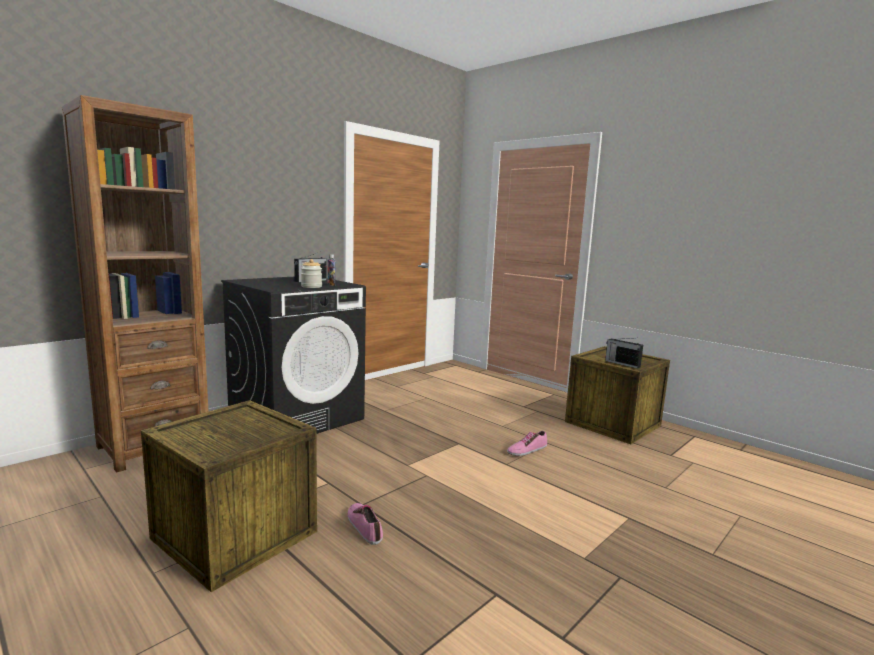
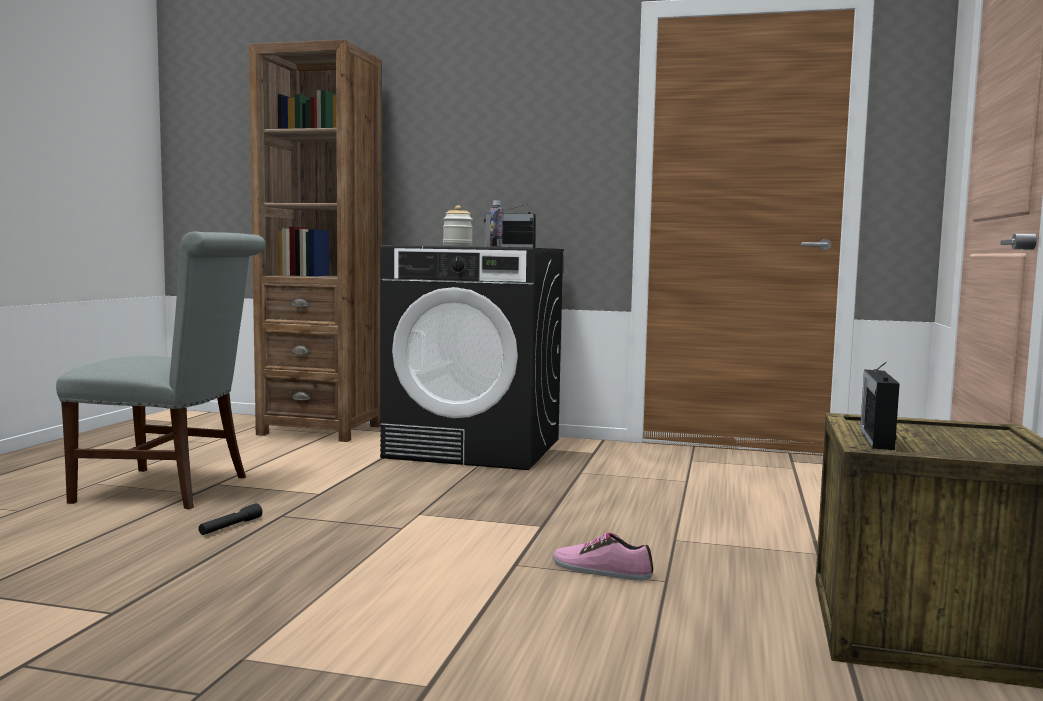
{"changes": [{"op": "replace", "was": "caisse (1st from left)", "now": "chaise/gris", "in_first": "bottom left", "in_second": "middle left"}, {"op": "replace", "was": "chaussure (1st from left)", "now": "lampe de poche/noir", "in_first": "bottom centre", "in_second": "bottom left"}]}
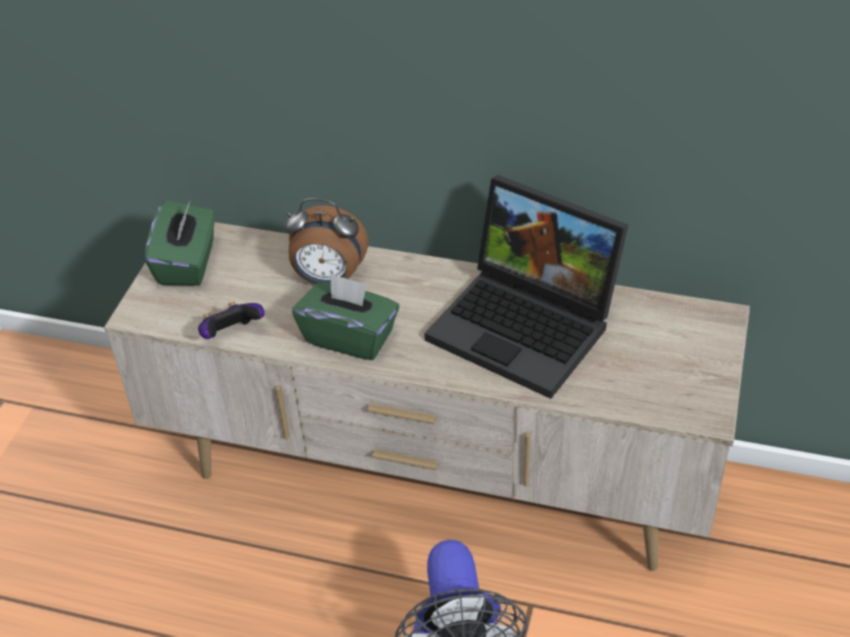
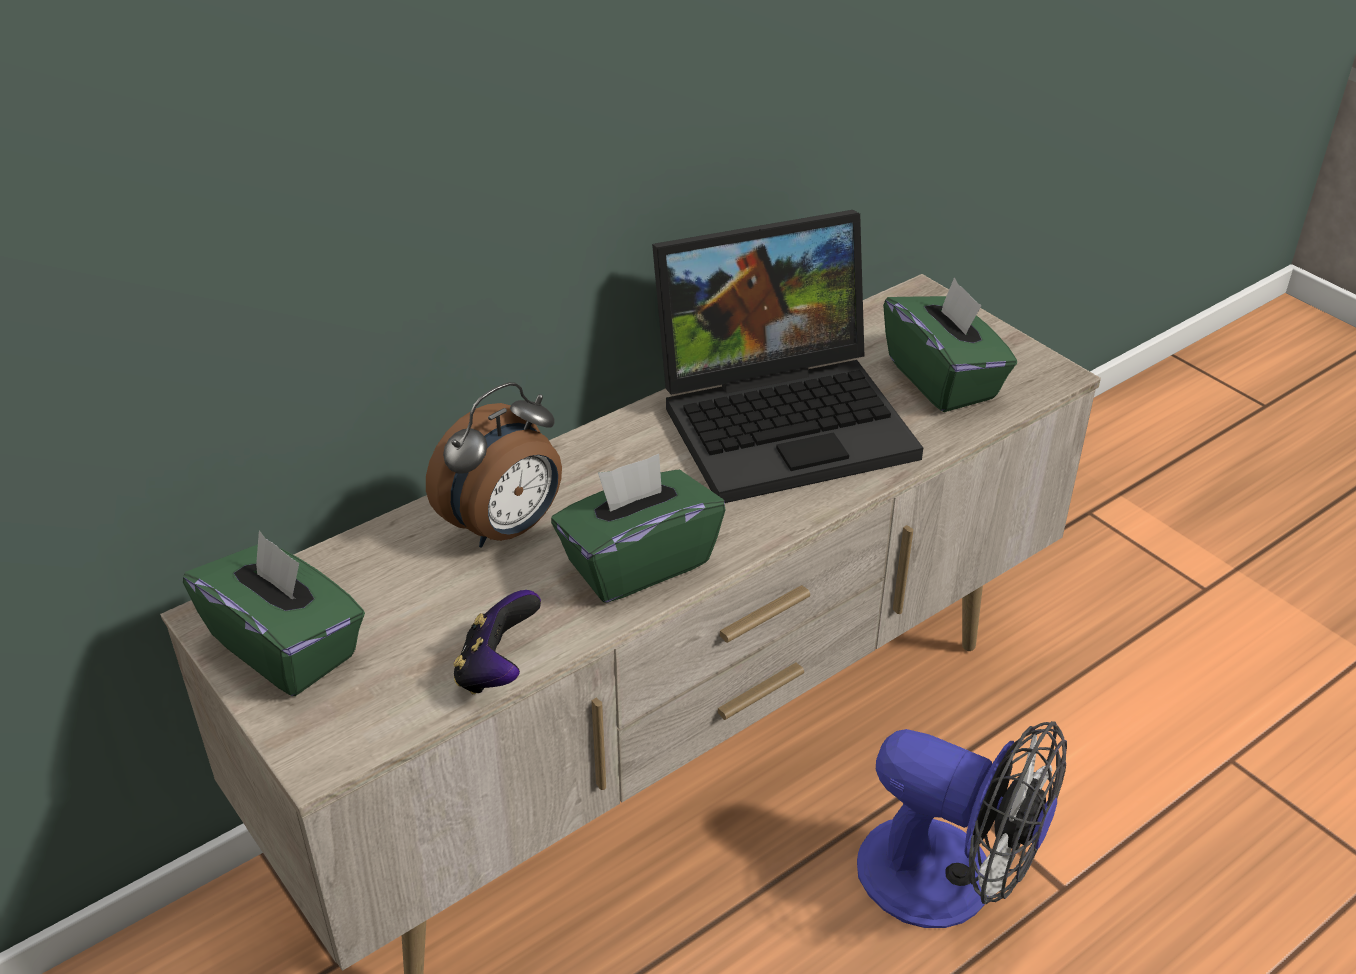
{"changes": [{"op": "insert", "now": "boîte à mouchoirs/vert (3rd from left)", "in_second": "middle right"}]}
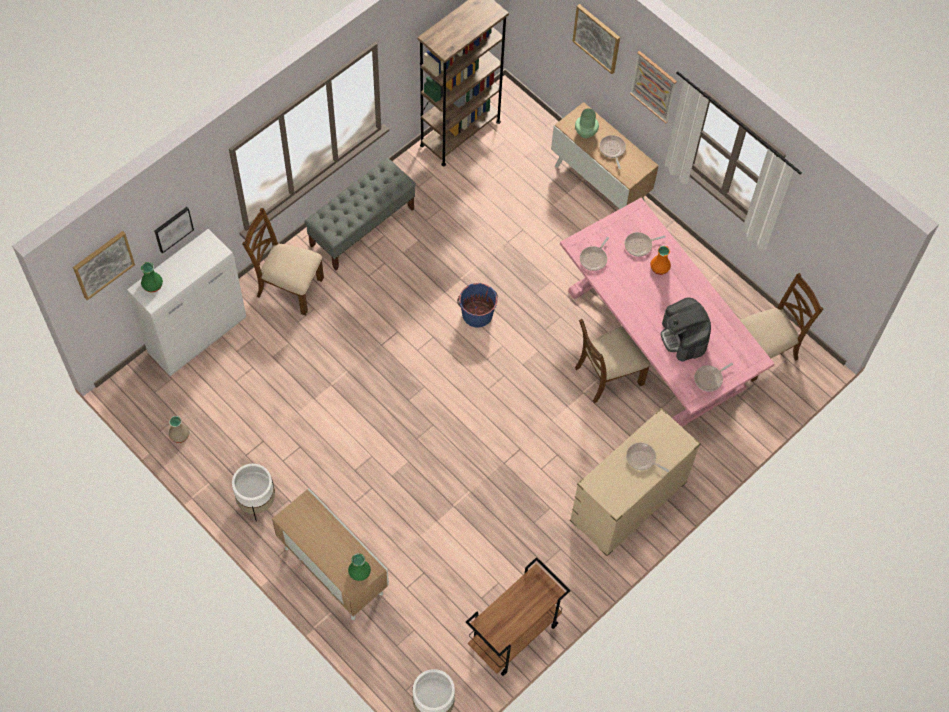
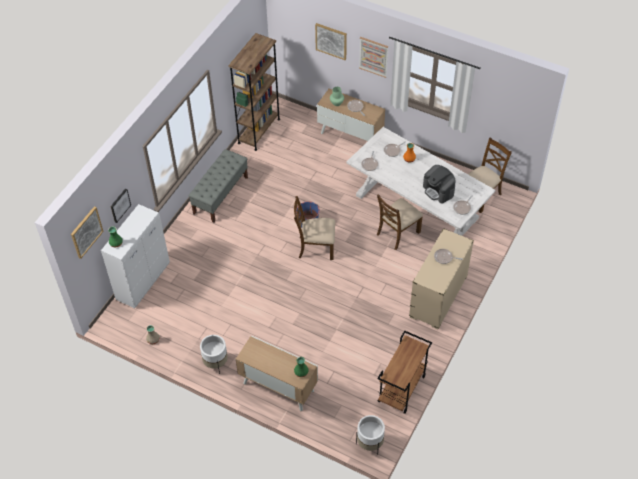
{"changes": [{"op": "move", "was": "chaise/marron (1st from left)", "in_first": "middle left", "in_second": "centre"}, {"op": "recolor", "was": "table à manger/rose", "now": "table à manger/blanc", "in_first": "middle right", "in_second": "centre"}]}
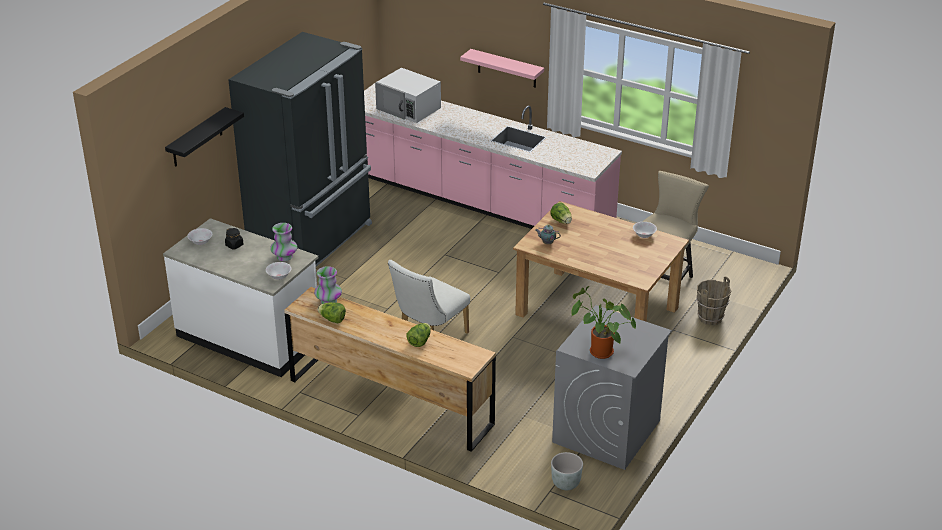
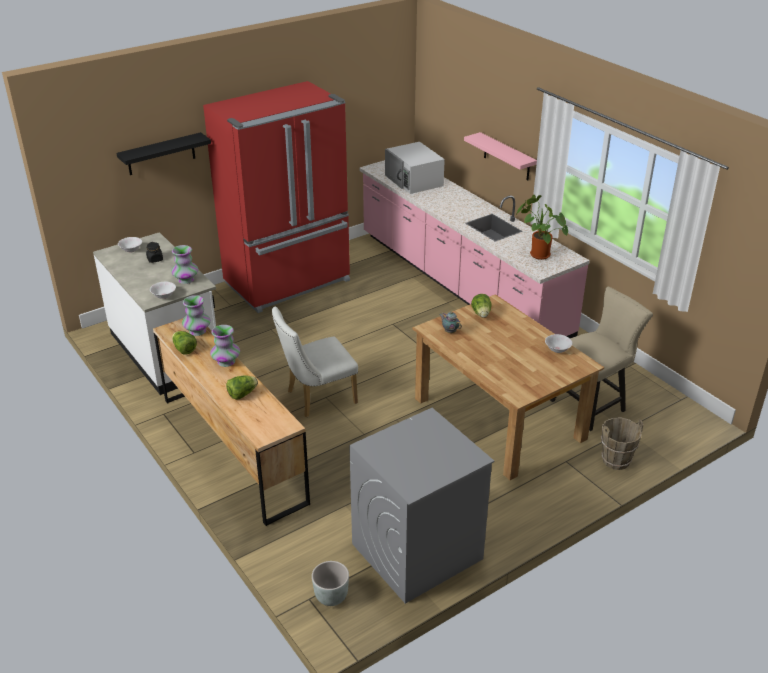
{"changes": [{"op": "insert", "now": "vase (3rd from left)", "in_second": "middle left"}, {"op": "move", "was": "plante en pot", "in_first": "centre", "in_second": "middle right"}, {"op": "recolor", "was": "réfrigérateur/noir", "now": "réfrigérateur/rouge", "in_first": "top left", "in_second": "top centre"}]}
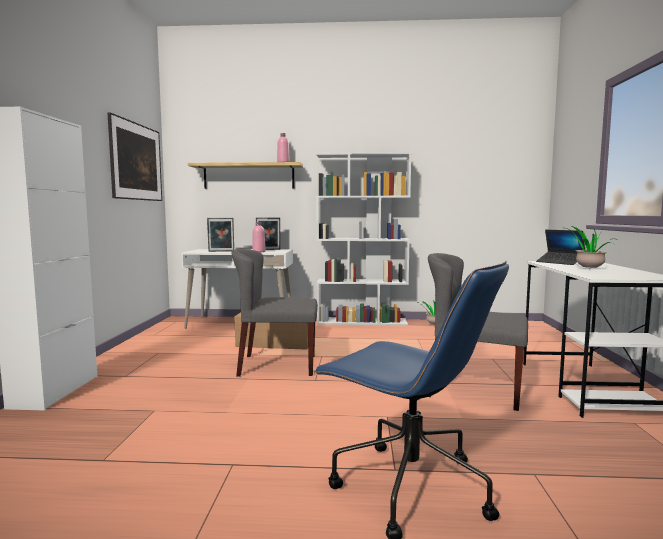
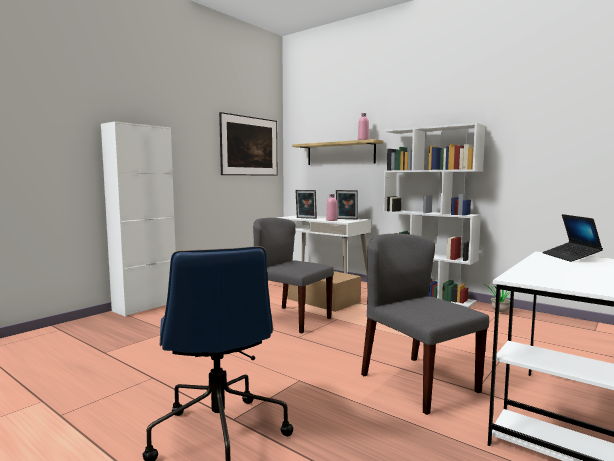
{"changes": [{"op": "delete", "was": "plante en pot (2nd from left)", "in_first": "middle right"}]}
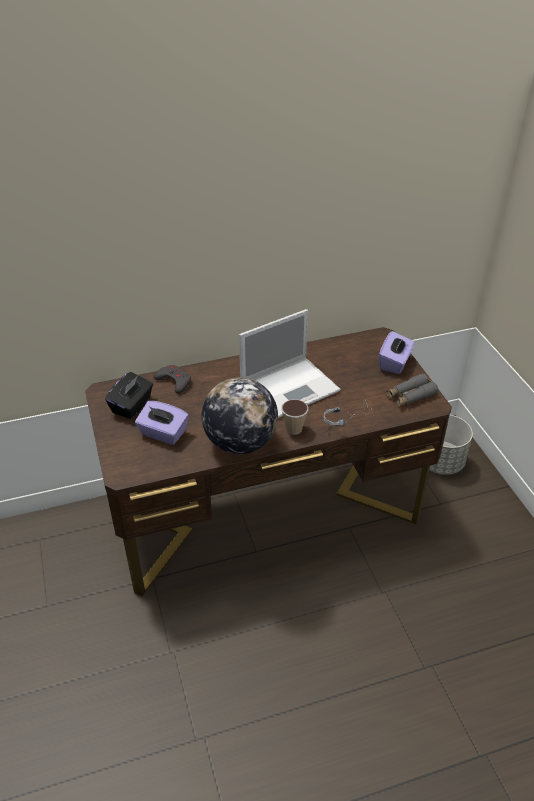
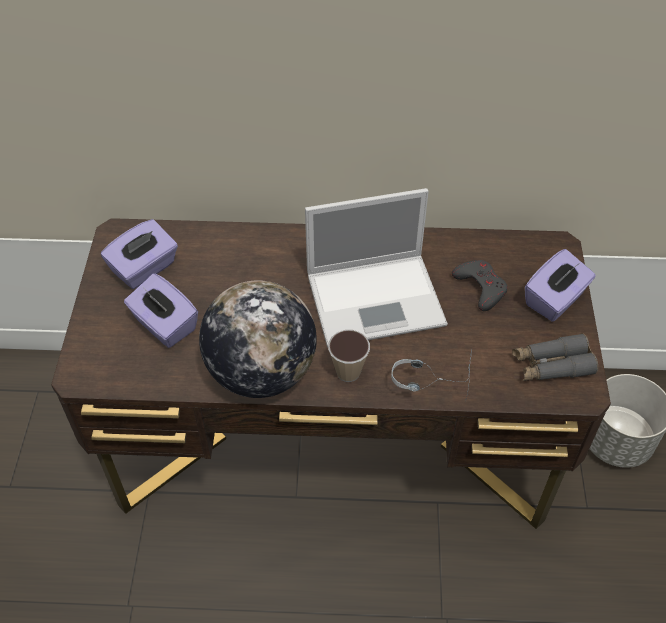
{"changes": [{"op": "move", "was": "manette/gris", "in_first": "middle left", "in_second": "middle right"}, {"op": "recolor", "was": "boîte à mouchoirs/noir", "now": "boîte à mouchoirs/violet (1st from left)", "in_first": "middle left", "in_second": "middle left"}]}
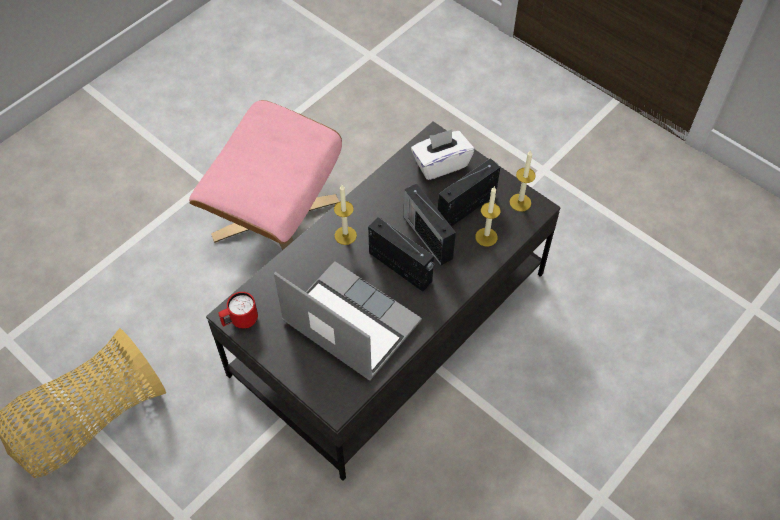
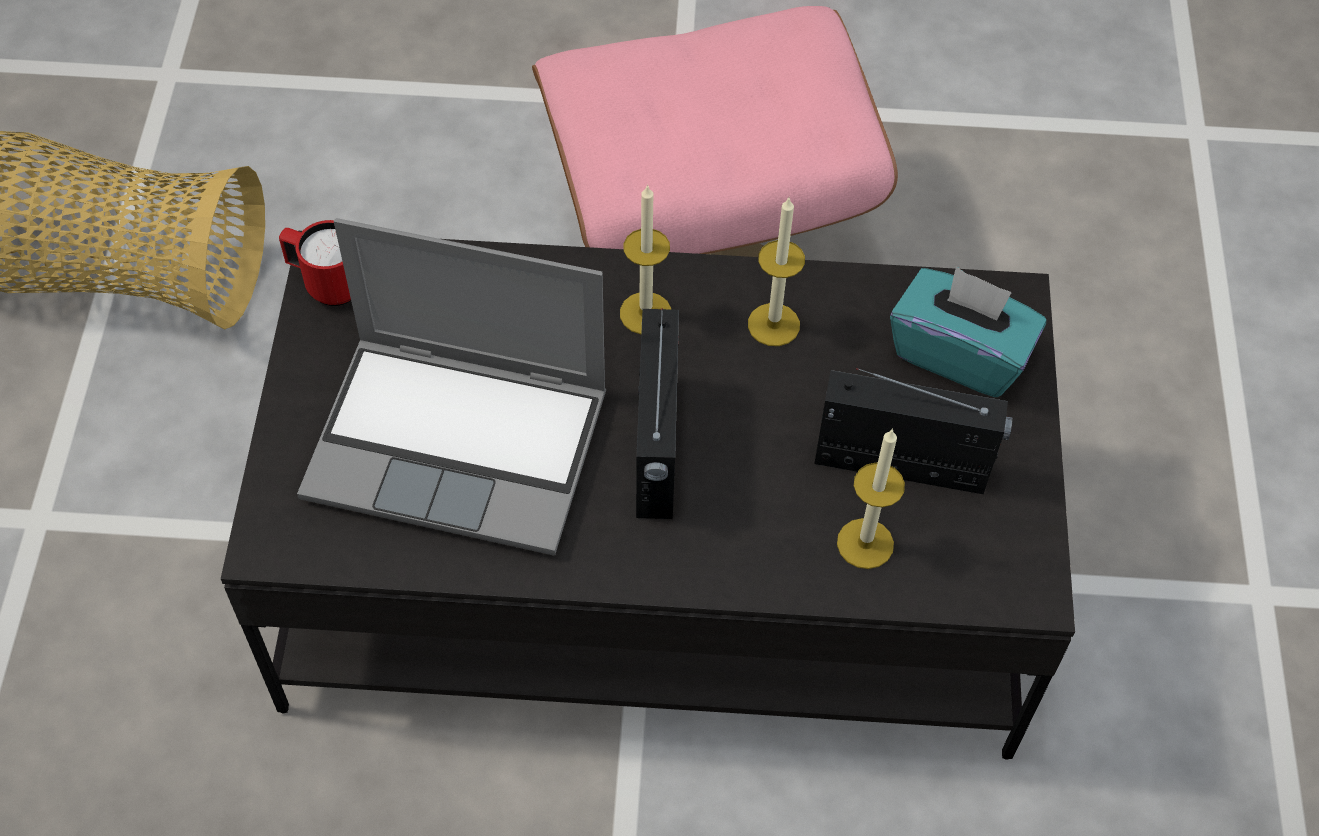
{"changes": [{"op": "delete", "was": "radio (2nd from left)", "in_first": "centre"}, {"op": "move", "was": "bougie (3rd from left in the first image)", "now": "bougie (2nd from left)", "in_first": "middle right", "in_second": "top centre"}, {"op": "recolor", "was": "boîte à mouchoirs/blanc", "now": "boîte à mouchoirs/turquoise", "in_first": "top centre", "in_second": "middle right"}, {"op": "rotate", "was": "ordinateur portable", "in_first": "centre", "in_second": "centre", "clockwise": 105}]}
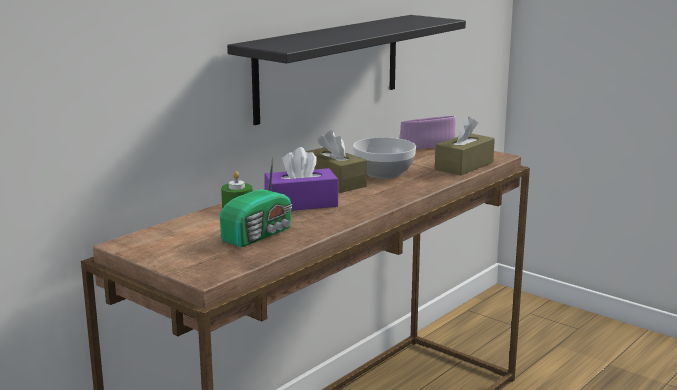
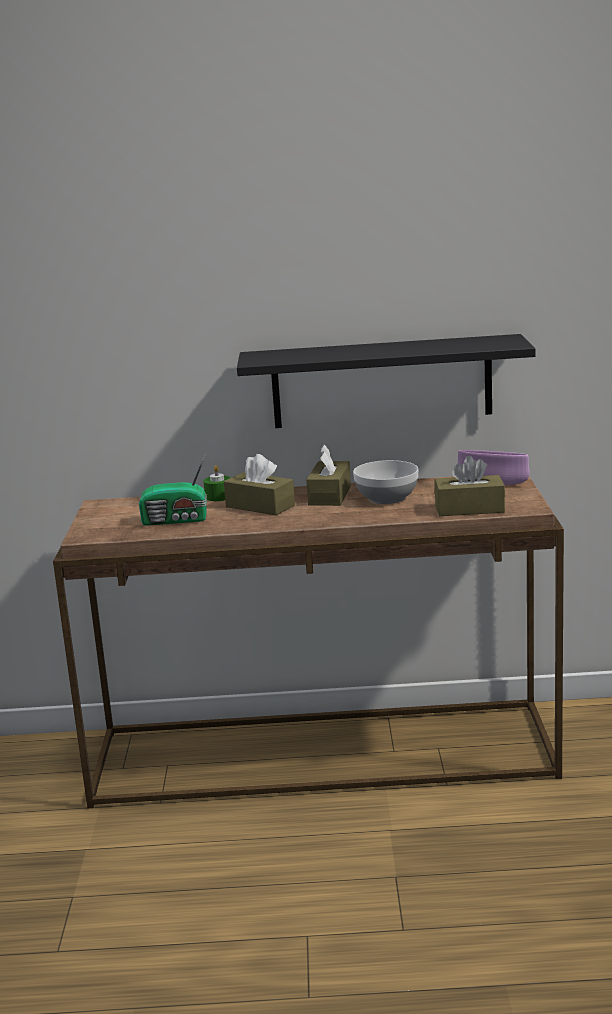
{"changes": [{"op": "recolor", "was": "boîte à mouchoirs/violet", "now": "boîte à mouchoirs/marron (1st from left)", "in_first": "centre", "in_second": "centre"}]}
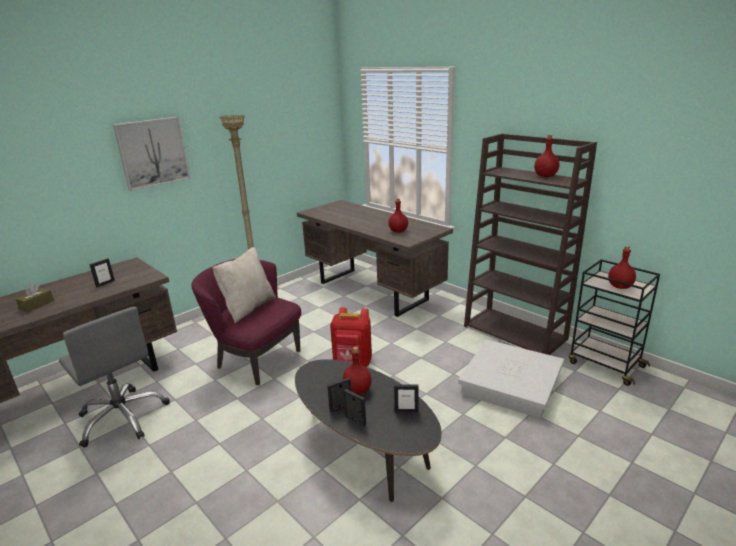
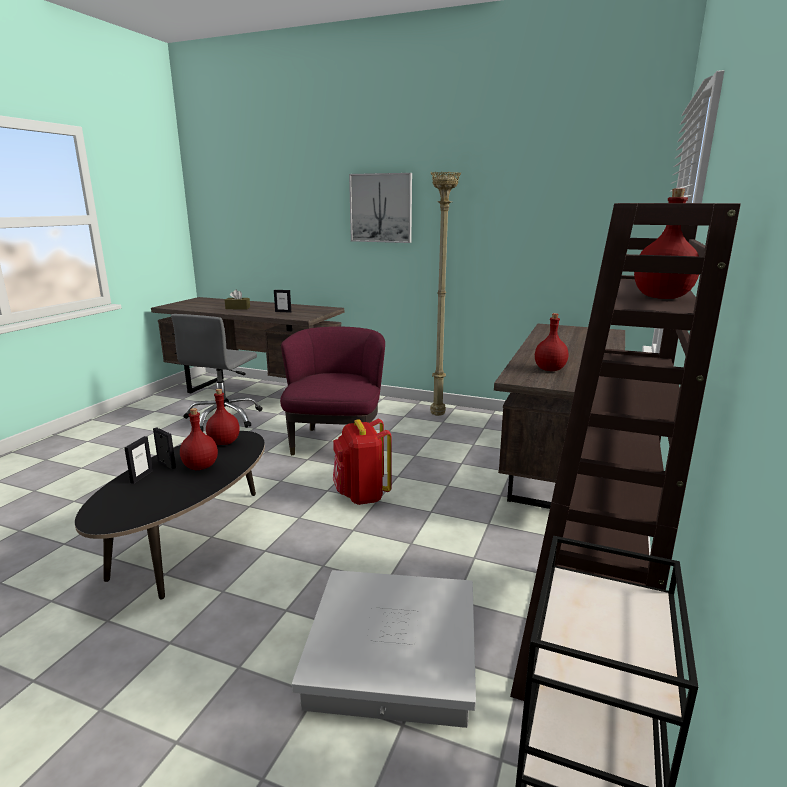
{"changes": [{"op": "delete", "was": "coussin/beige", "in_first": "middle left"}, {"op": "delete", "was": "cadre photo (4th from left)", "in_first": "bottom centre"}, {"op": "move", "was": "bouteille/rouge (4th from left in the first image)", "now": "bouteille/rouge (2nd from left)", "in_first": "middle right", "in_second": "middle left"}]}
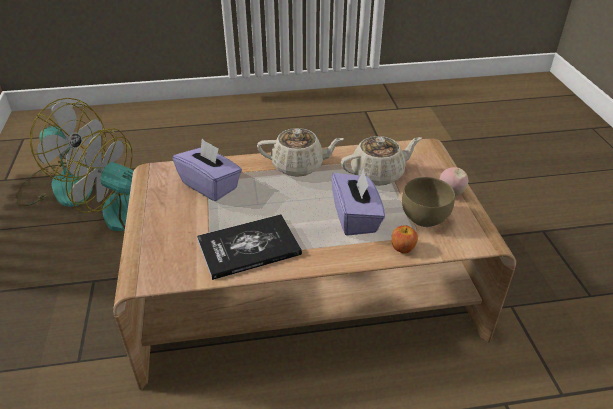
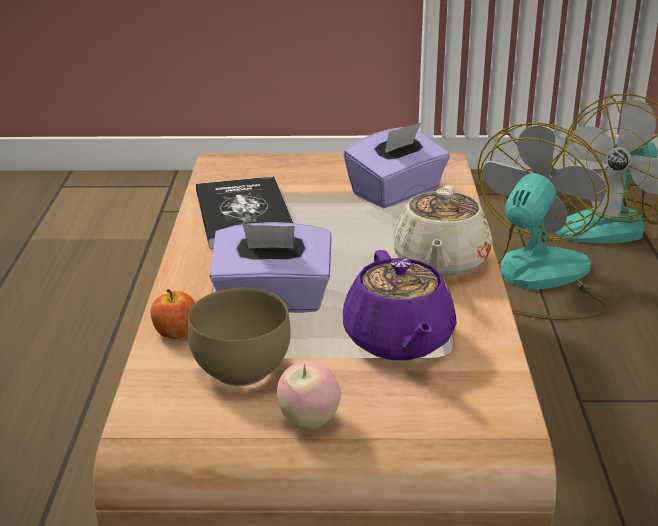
{"changes": [{"op": "recolor", "was": "théière/beige (2nd from left)", "now": "théière/violet", "in_first": "centre", "in_second": "centre"}]}
